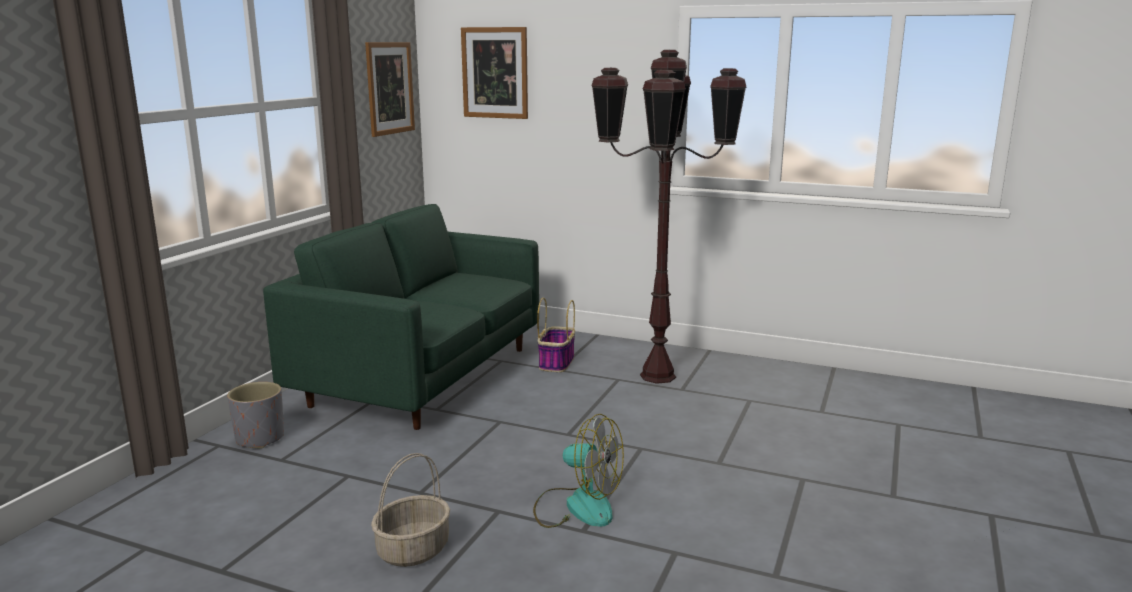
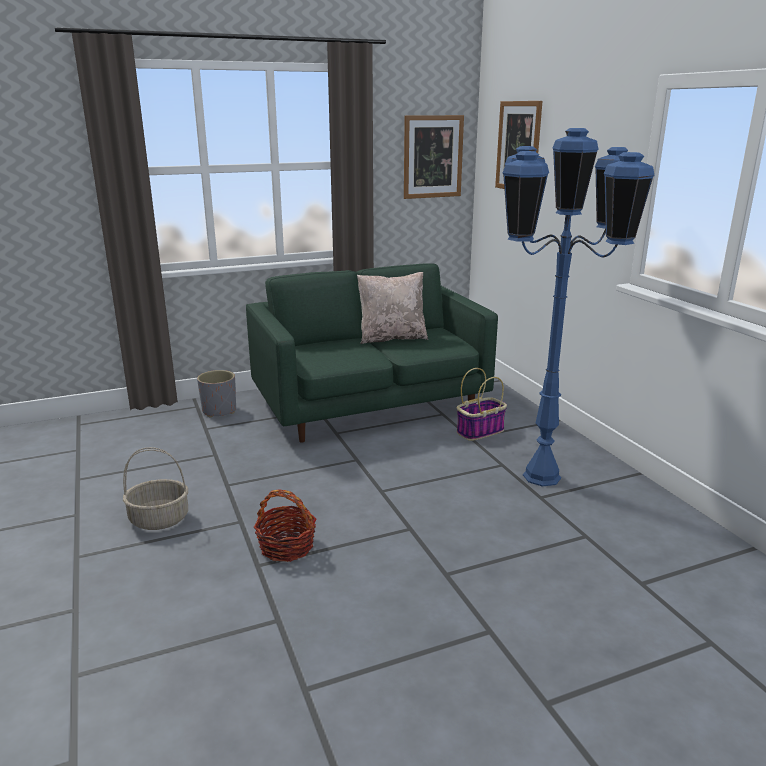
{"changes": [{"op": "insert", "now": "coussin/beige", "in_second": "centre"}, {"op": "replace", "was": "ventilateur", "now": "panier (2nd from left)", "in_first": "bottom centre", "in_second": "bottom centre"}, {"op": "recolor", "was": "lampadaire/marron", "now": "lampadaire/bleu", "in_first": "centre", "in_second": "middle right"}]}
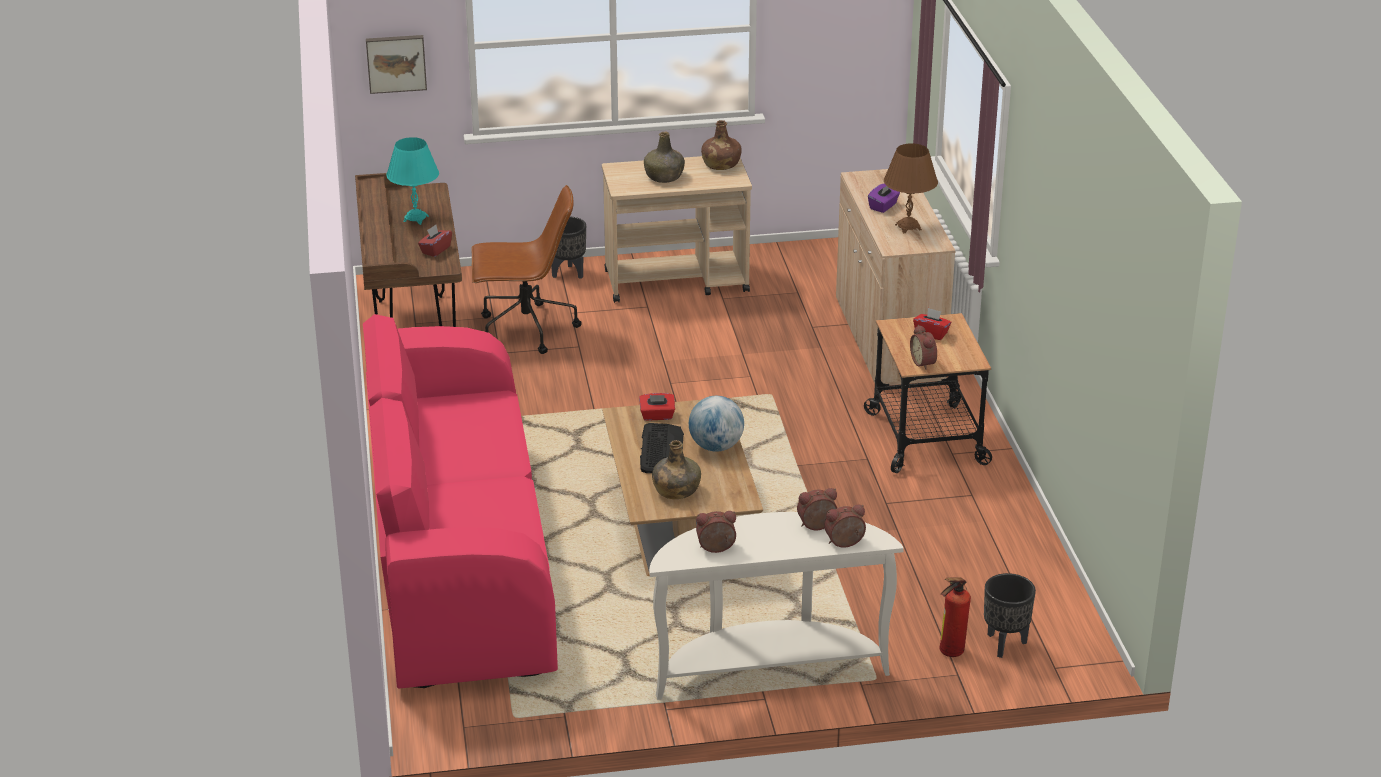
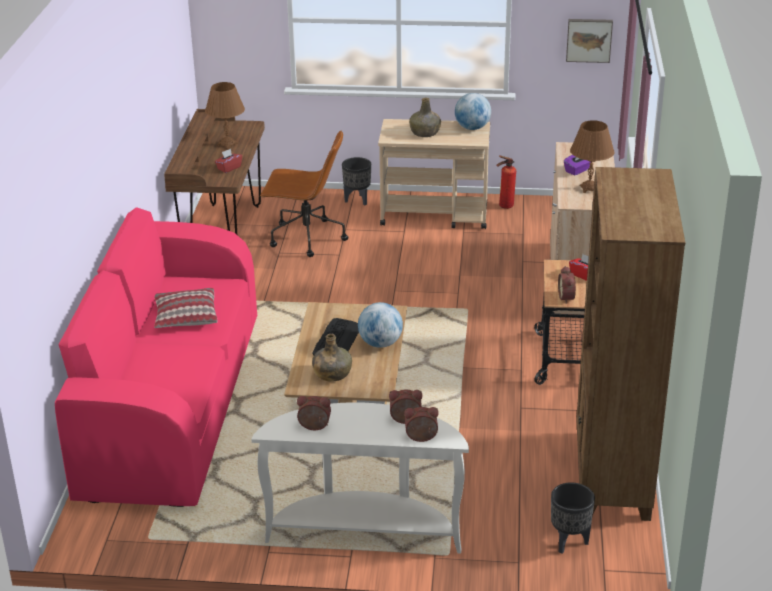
{"changes": [{"op": "delete", "was": "boîte à mouchoirs/rouge (2nd from left)", "in_first": "centre"}, {"op": "insert", "now": "coussin", "in_second": "middle left"}, {"op": "insert", "now": "bibliothèque/marron", "in_second": "middle right"}, {"op": "move", "was": "tableau", "in_first": "top left", "in_second": "top right"}, {"op": "move", "was": "extincteur", "in_first": "bottom right", "in_second": "top centre"}, {"op": "replace", "was": "bouteille/marron", "now": "globe (2nd from left)", "in_first": "top centre", "in_second": "top centre"}, {"op": "recolor", "was": "lampe de table/turquoise", "now": "lampe de table/marron (1st from left)", "in_first": "top left", "in_second": "top left"}]}
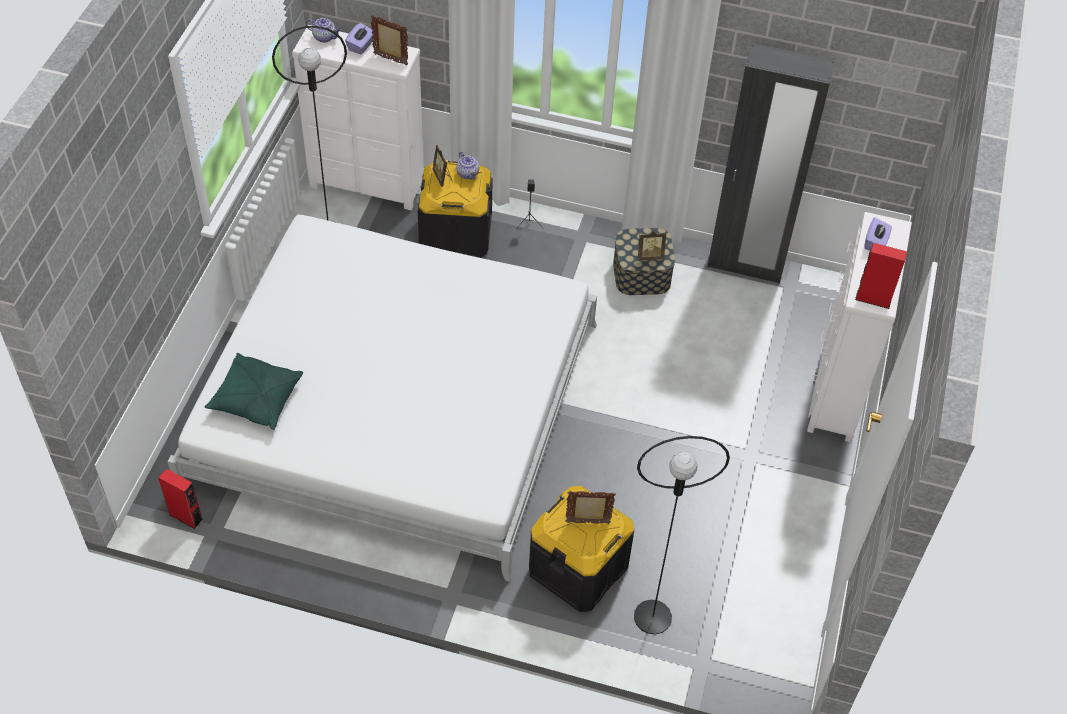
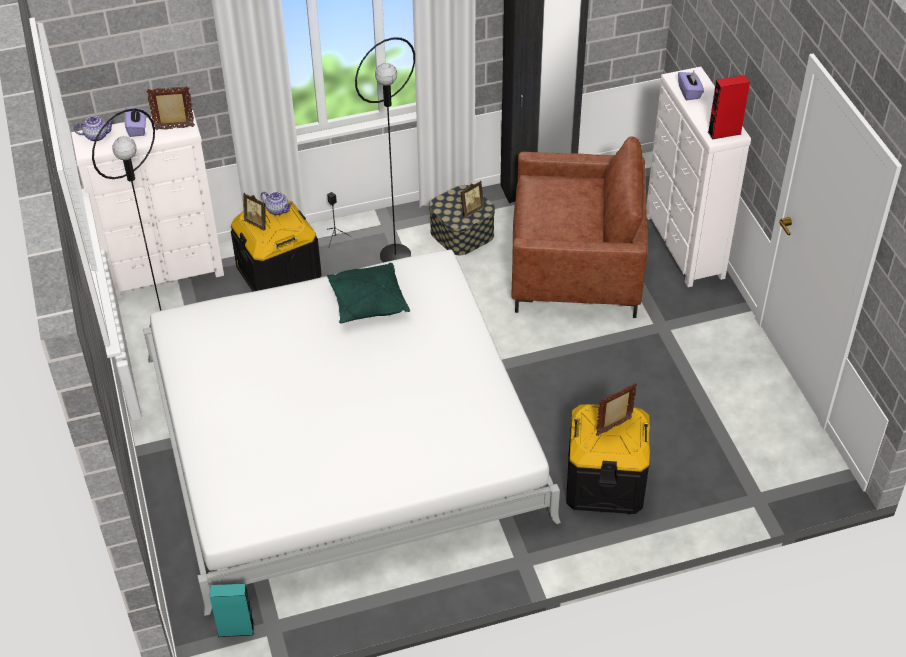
{"changes": [{"op": "insert", "now": "fauteuil/marron", "in_second": "centre"}, {"op": "move", "was": "coussin/vert", "in_first": "middle left", "in_second": "centre"}, {"op": "move", "was": "lampadaire/noir (2nd from left)", "in_first": "bottom centre", "in_second": "top centre"}, {"op": "recolor", "was": "enceinte/rouge (1st from left)", "now": "enceinte/turquoise", "in_first": "bottom left", "in_second": "bottom left"}]}
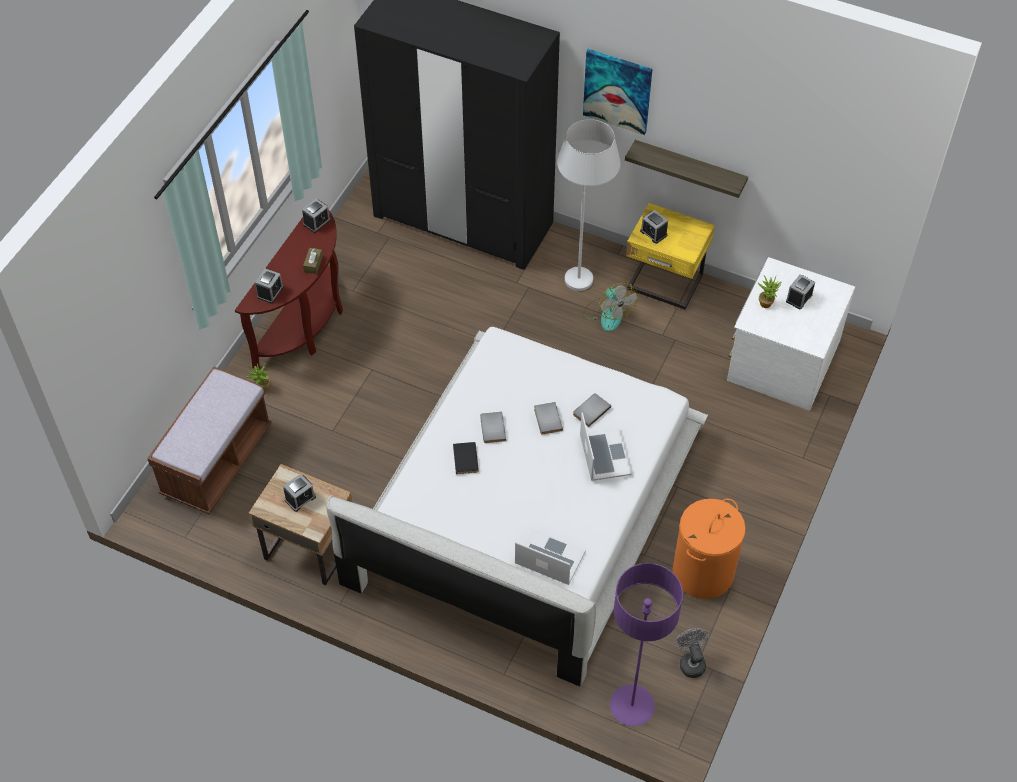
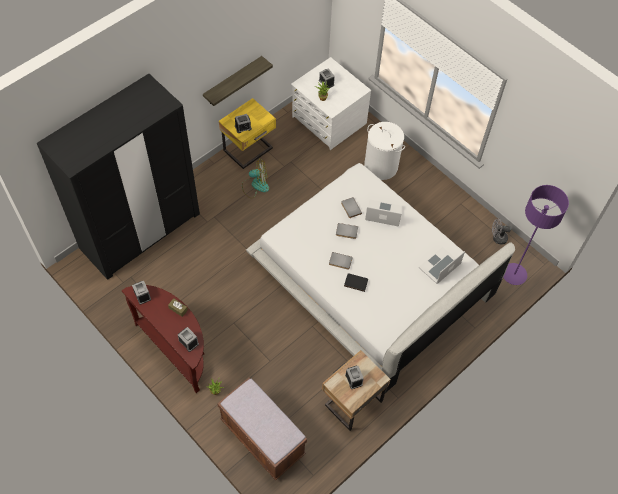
{"changes": [{"op": "delete", "was": "lampadaire/blanc", "in_first": "top centre"}, {"op": "delete", "was": "tableau", "in_first": "top centre"}, {"op": "delete", "was": "panier à linge/orange", "in_first": "bottom right"}, {"op": "insert", "now": "panier à linge/blanc", "in_second": "top centre"}]}
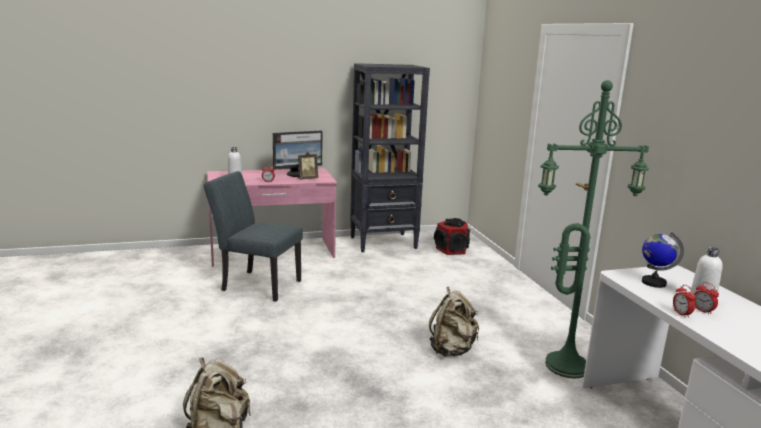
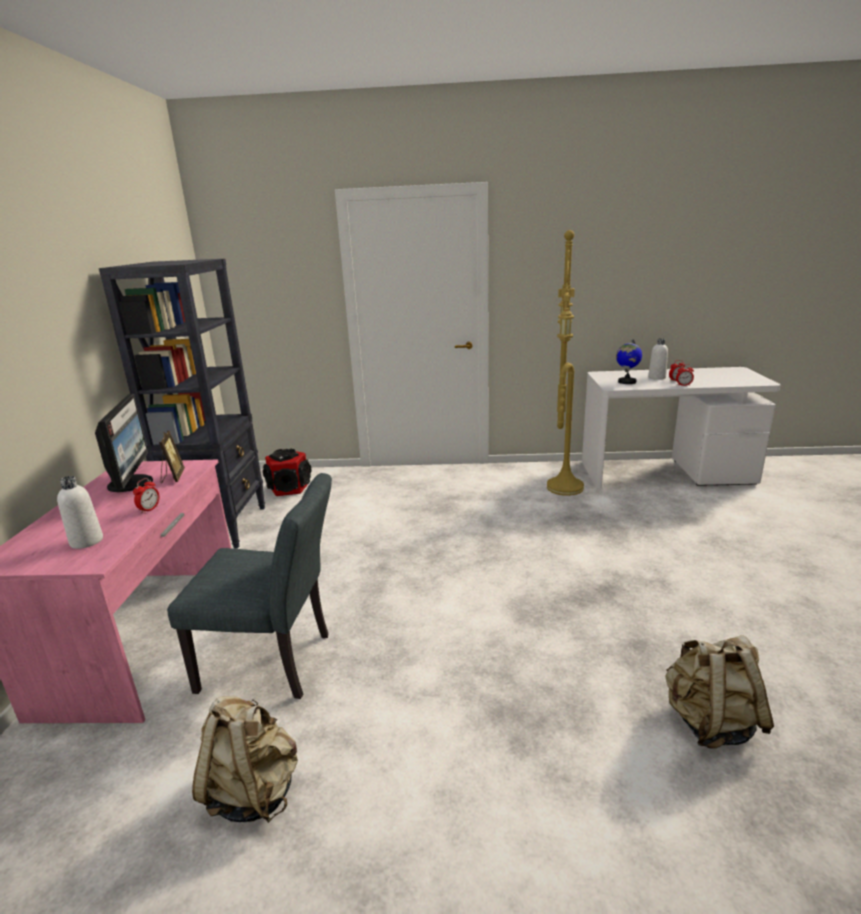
{"changes": [{"op": "move", "was": "sac à dos/beige (2nd from left in the first image)", "now": "sac à dos/beige (1st from left)", "in_first": "bottom centre", "in_second": "bottom left"}, {"op": "recolor", "was": "lampadaire/vert", "now": "lampadaire/jaune", "in_first": "middle right", "in_second": "centre"}, {"op": "rotate", "was": "chaise/gris", "in_first": "middle left", "in_second": "middle left", "clockwise": -120}]}
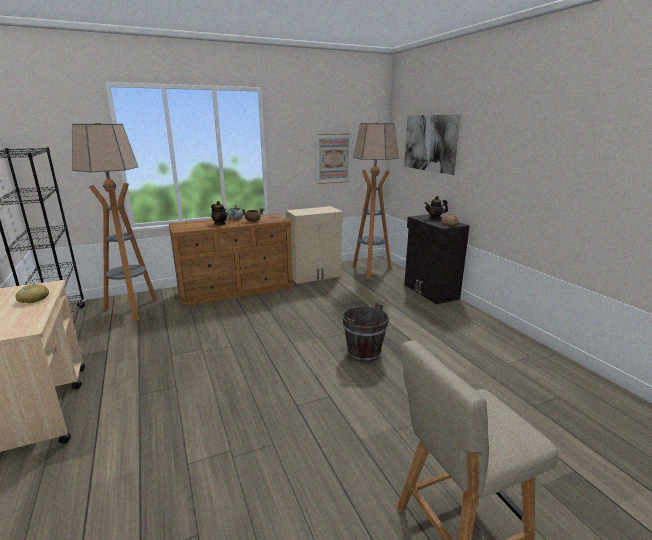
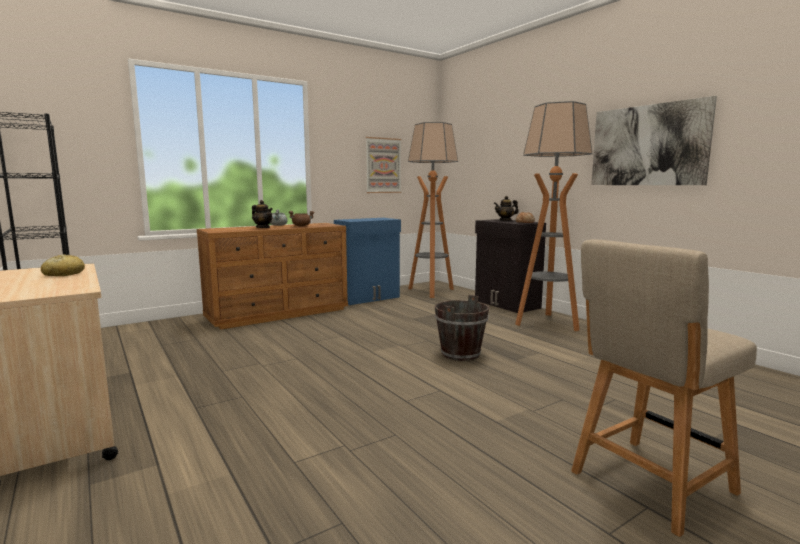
{"changes": [{"op": "move", "was": "lampadaire (1st from left in the first image)", "now": "lampadaire (2nd from left)", "in_first": "middle left", "in_second": "middle right"}, {"op": "move", "was": "tableau (2nd from left)", "in_first": "top centre", "in_second": "top right"}, {"op": "recolor", "was": "meuble de rangement/beige", "now": "meuble de rangement/bleu", "in_first": "centre", "in_second": "centre"}]}
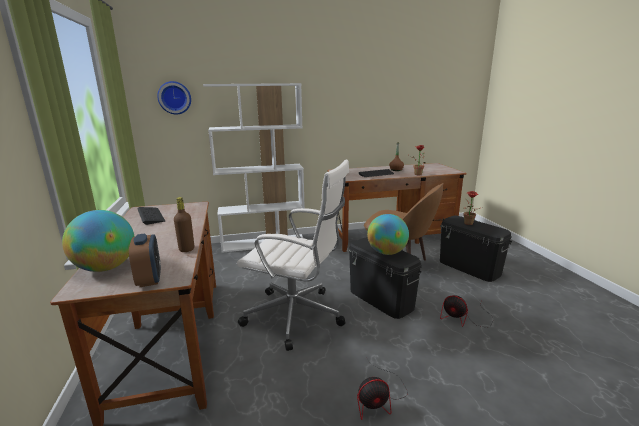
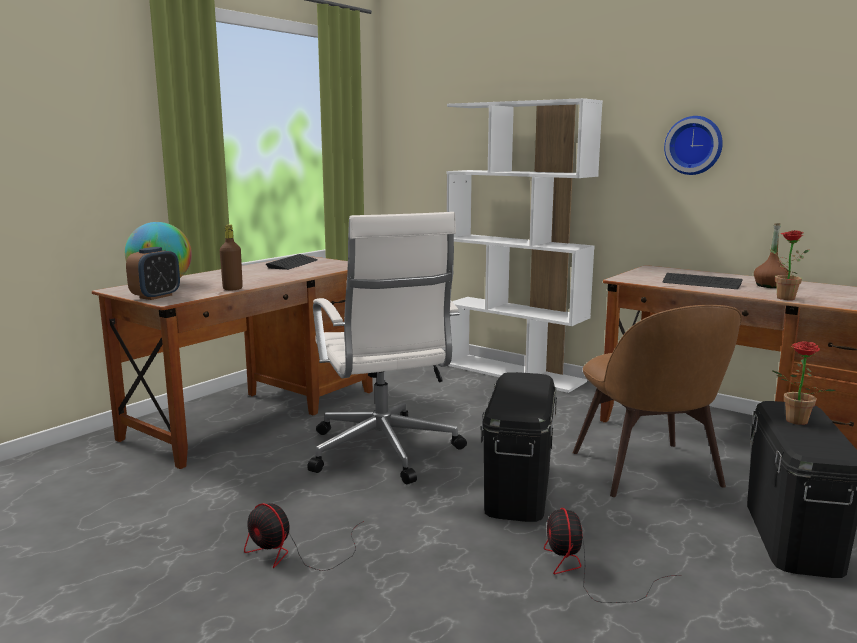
{"changes": [{"op": "delete", "was": "globe (2nd from left)", "in_first": "centre"}, {"op": "move", "was": "horloge murale", "in_first": "top left", "in_second": "top right"}]}
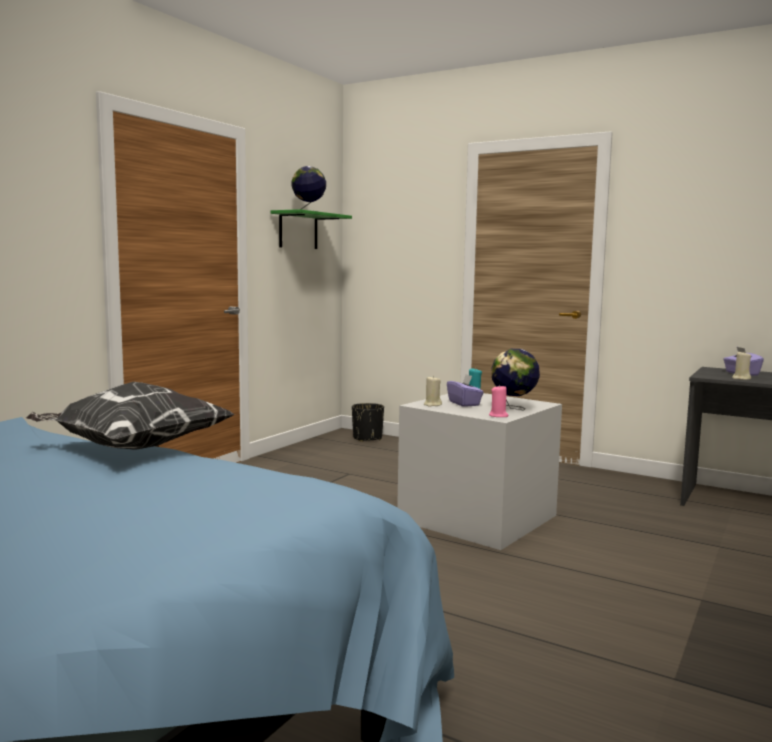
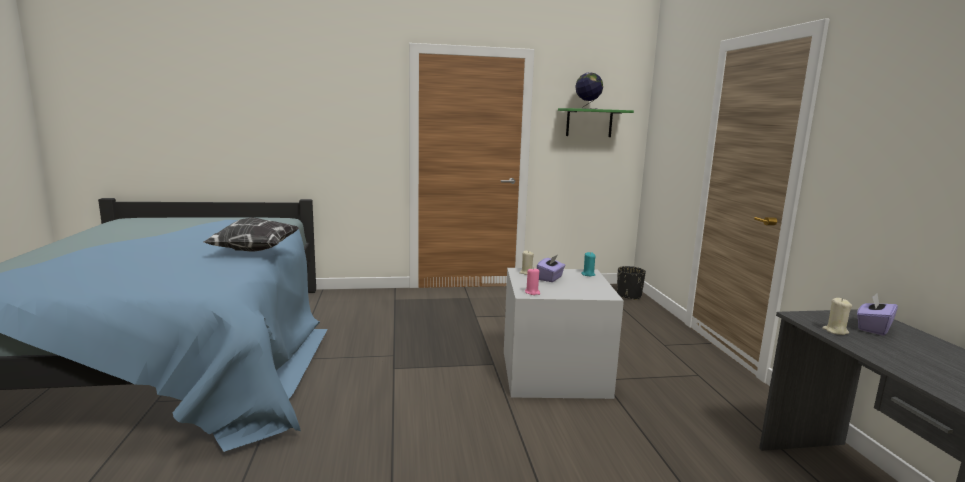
{"changes": [{"op": "delete", "was": "globe (2nd from left)", "in_first": "middle right"}]}
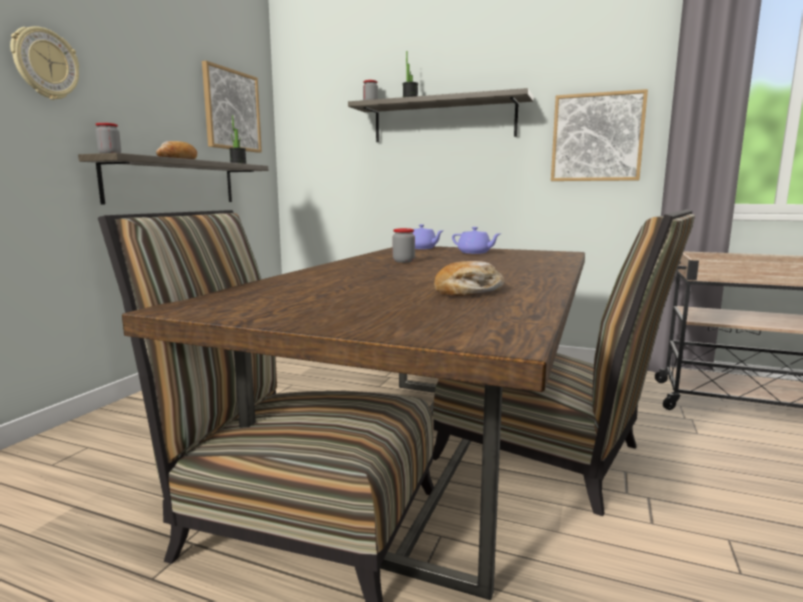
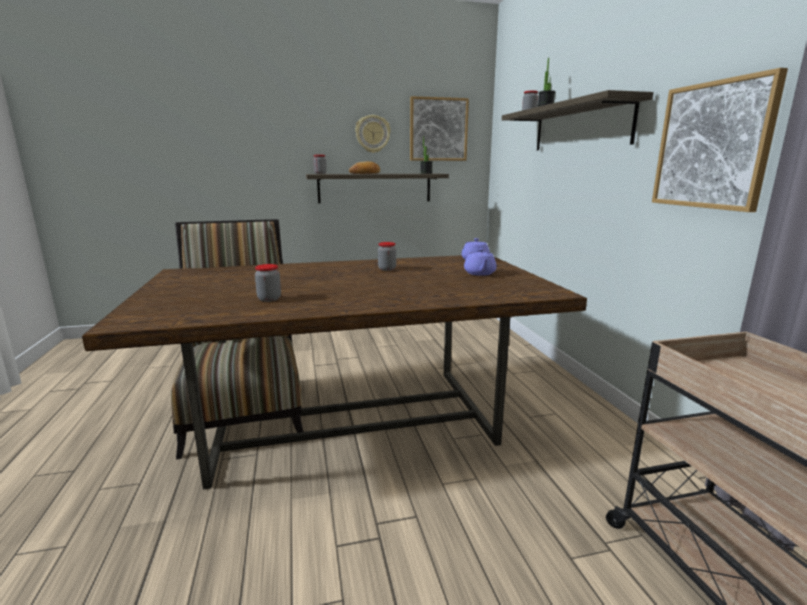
{"changes": [{"op": "delete", "was": "chaise (2nd from left)", "in_first": "middle right"}, {"op": "move", "was": "horloge murale", "in_first": "top left", "in_second": "top centre"}, {"op": "replace", "was": "pain (2nd from left)", "now": "bocal (1st from left)", "in_first": "centre", "in_second": "middle left"}]}
